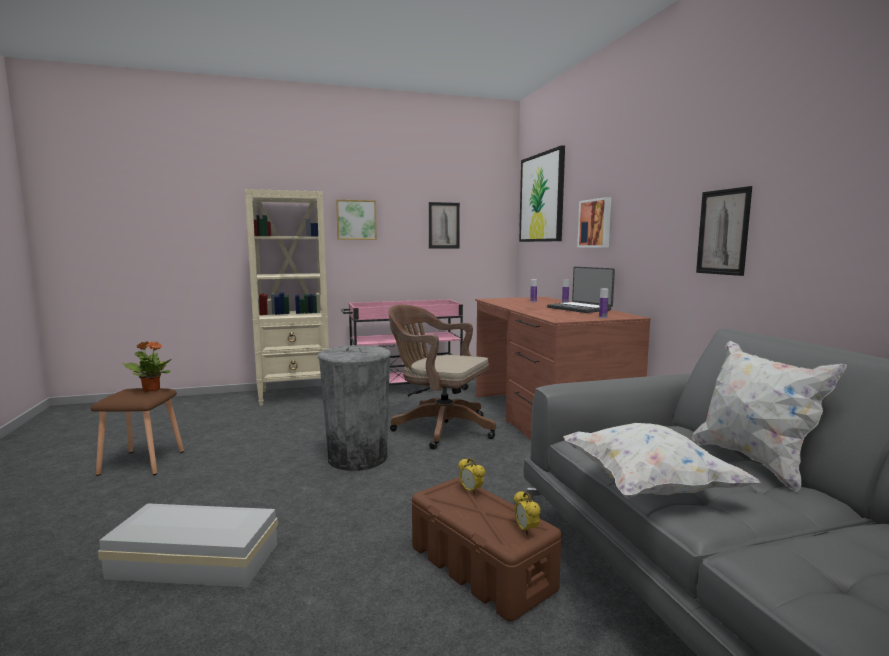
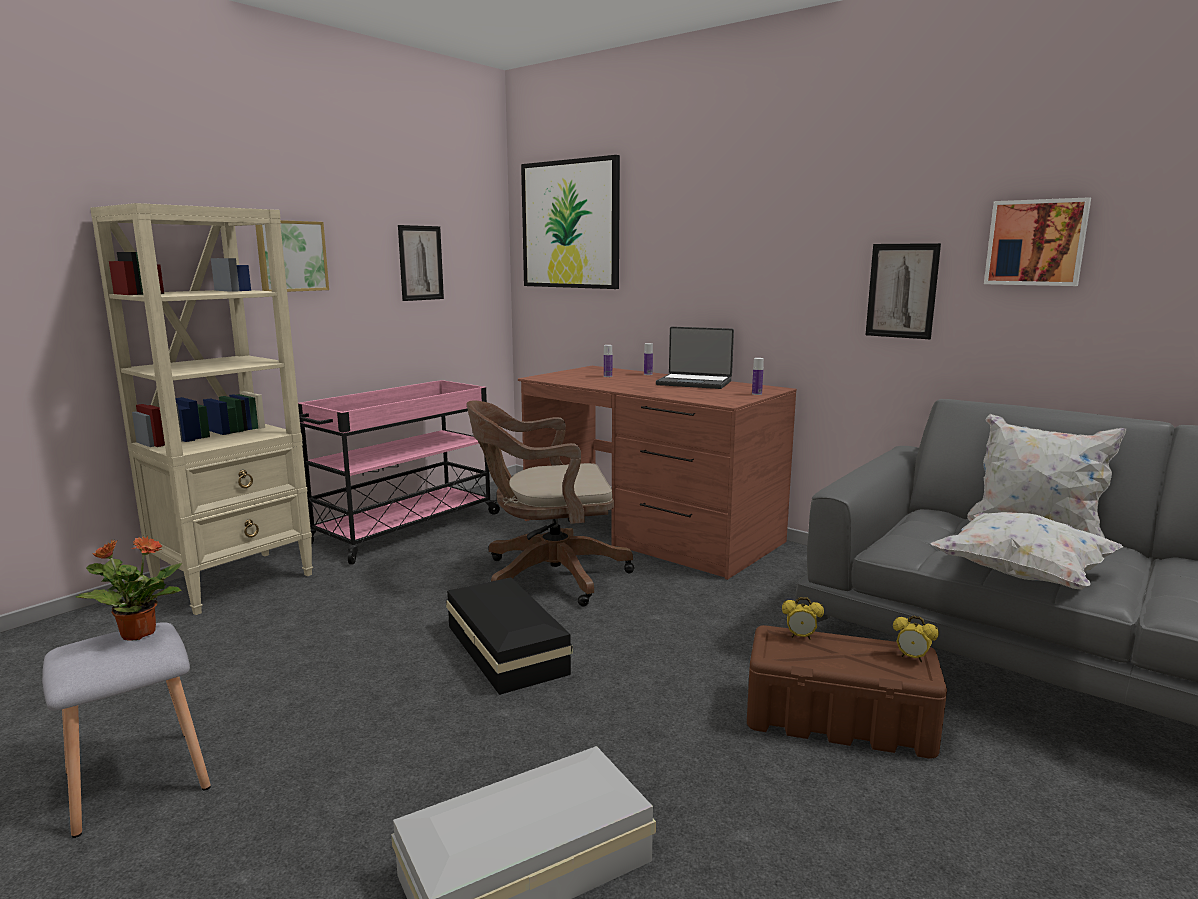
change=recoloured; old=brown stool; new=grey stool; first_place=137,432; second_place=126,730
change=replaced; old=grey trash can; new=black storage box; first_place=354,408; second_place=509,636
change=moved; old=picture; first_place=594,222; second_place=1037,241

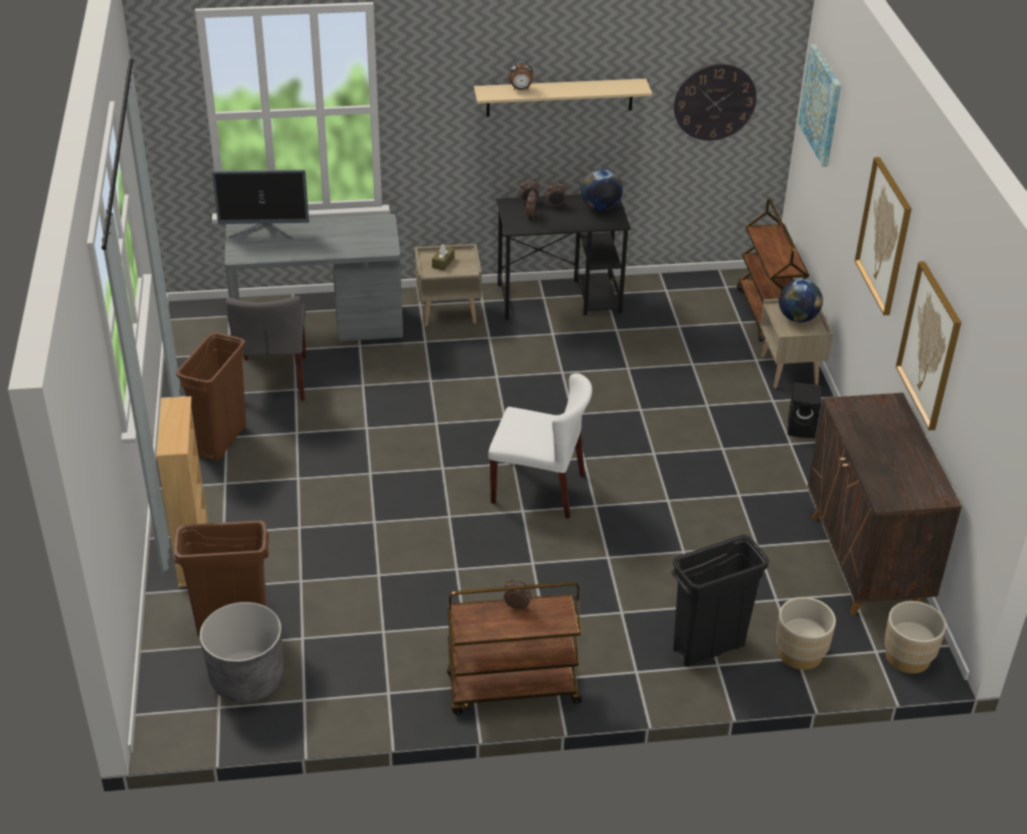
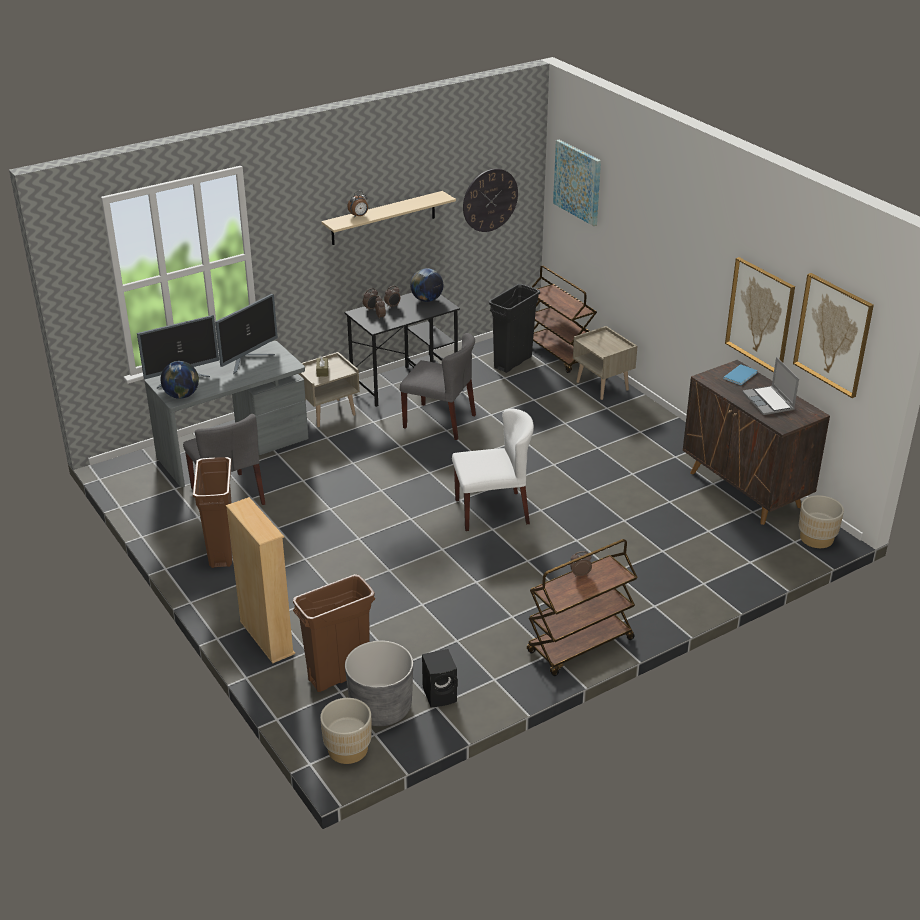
change=moved; old=black trash can; first_place=720,600; second_place=514,328
change=moved; old=beige planter; first_place=806,633; second_place=346,731
change=moved; old=globe; first_place=801,301; second_place=179,380
change=moved; old=black speaker; first_place=804,410; second_place=440,678
change=moved; old=picture; first_place=883,236; second_place=833,335
change=added; new=monitor; second_place=246,334
change=added; new=grey chair; second_place=438,386
change=added; new=blue book; second_place=740,374
change=added; new=laptop; second_place=770,386

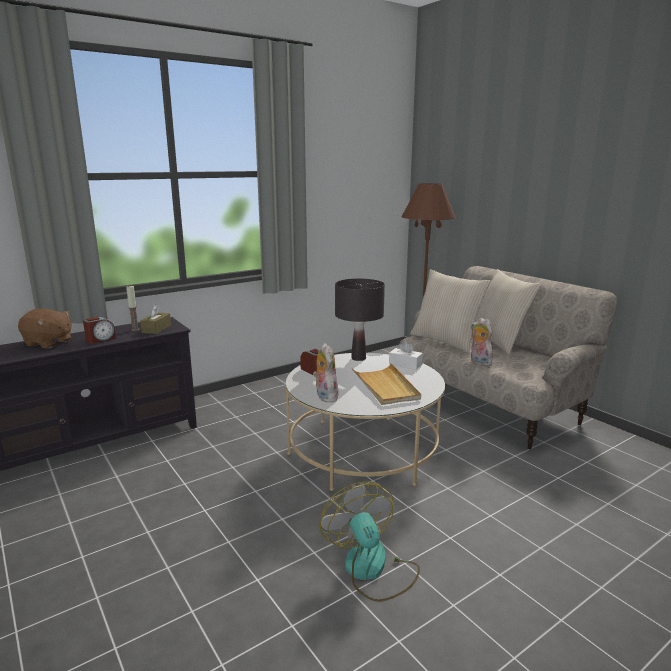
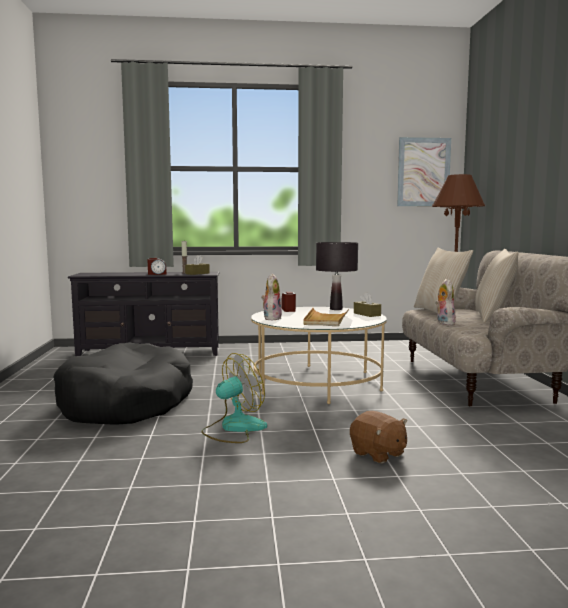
change=moved; old=brown plush toy; first_place=45,328; second_place=378,437
change=turned; old=fan; first_place=370,542; second_place=234,398; degrees=45
change=recoloured; old=white tissue box; new=brown tissue box; first_place=406,355; second_place=367,304
change=added; new=black dog bed; second_place=123,383
change=added; new=picture; second_place=424,171

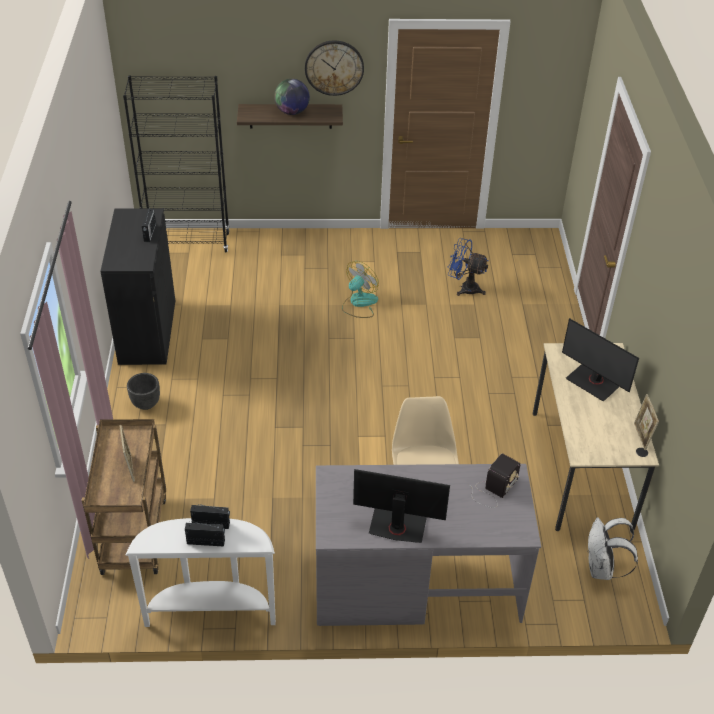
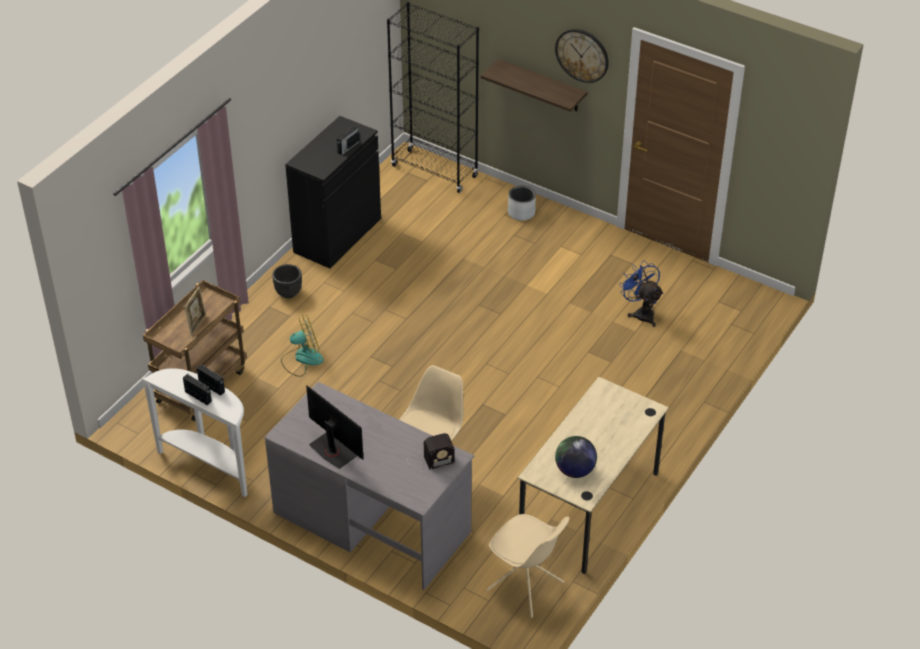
change=moved; old=globe; first_place=292,97; second_place=576,457
change=moved; old=fan; first_place=360,289; second_place=302,346
change=removed; old=monitor; first_place=600,359
change=replaced; old=white backpack; new=beige chair; first_place=612,548; second_place=527,566
change=removed; old=picture frame; first_place=646,422
change=added; new=grey planter; second_place=522,203

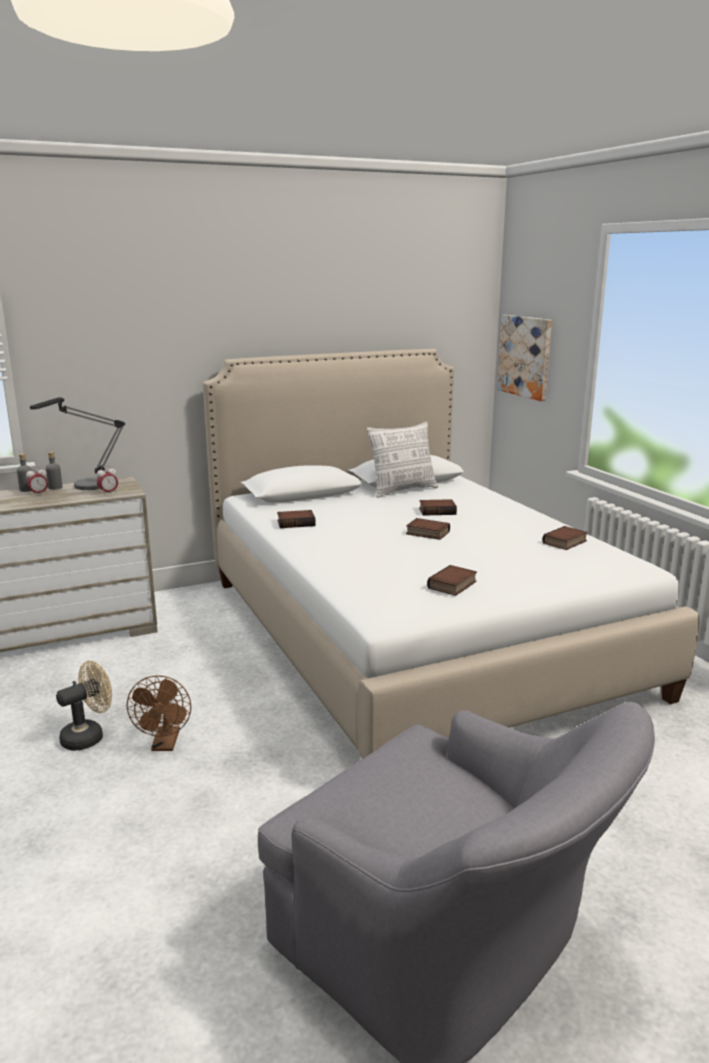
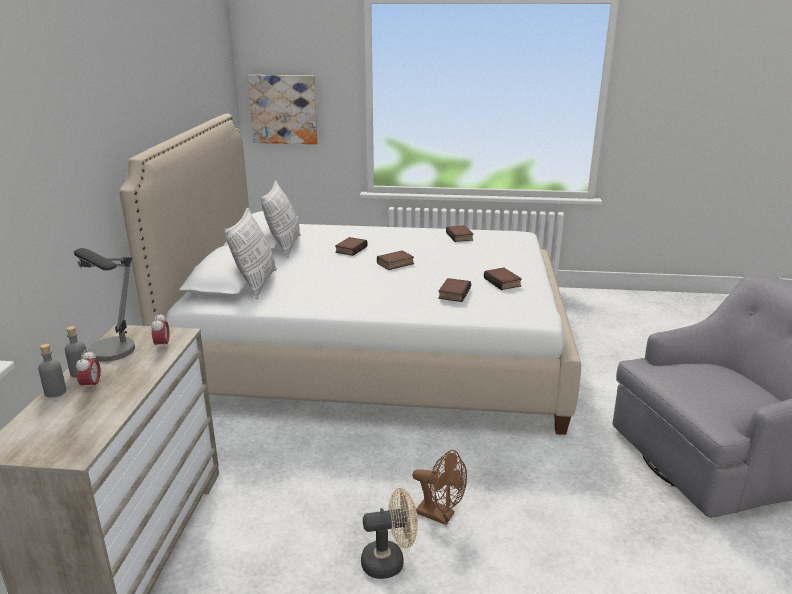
change=turned; old=beige fan; first_place=84,706; second_place=389,533; degrees=90
change=moved; old=book; first_place=296,519; second_place=454,290
change=added; new=pillow; second_place=250,254

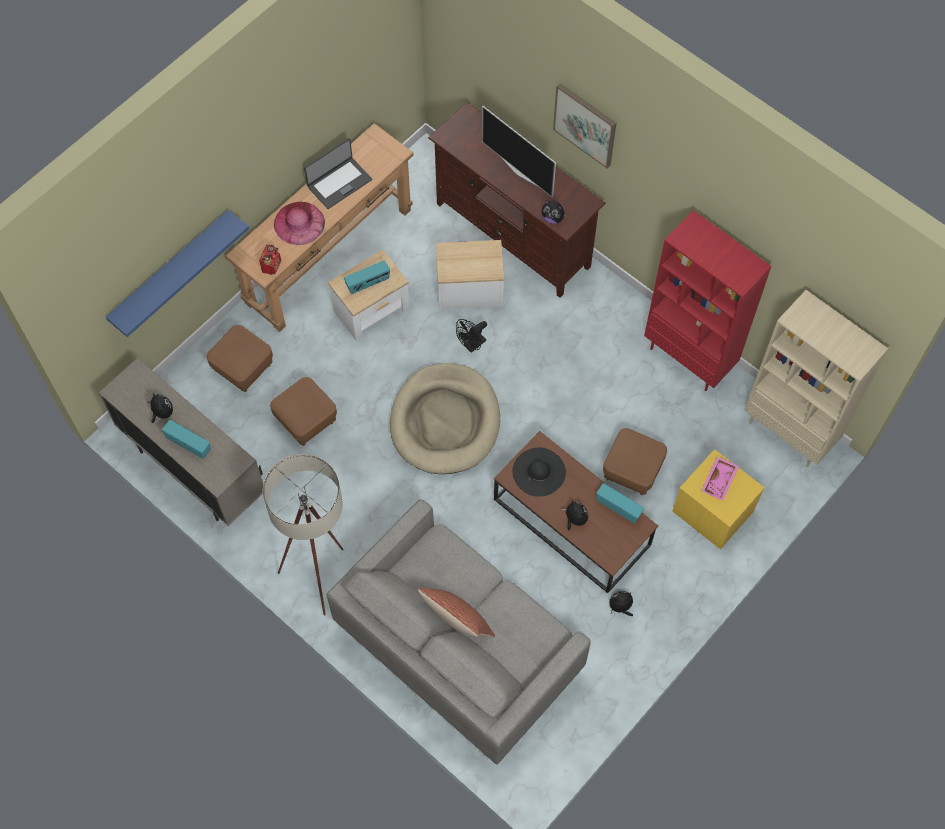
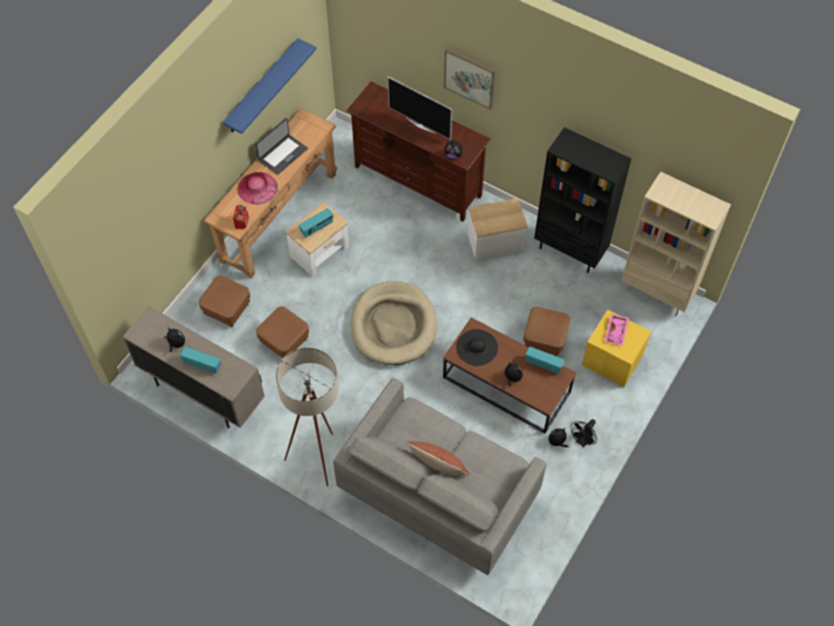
change=moved; old=blue shelf; first_place=177,273; second_place=269,86
change=moved; old=side table; first_place=470,274; second_place=497,229
change=moved; old=black fan; first_place=471,336; second_place=583,433
change=recoloured; old=red bookcase; new=black bookcase; first_place=708,300; second_place=582,200

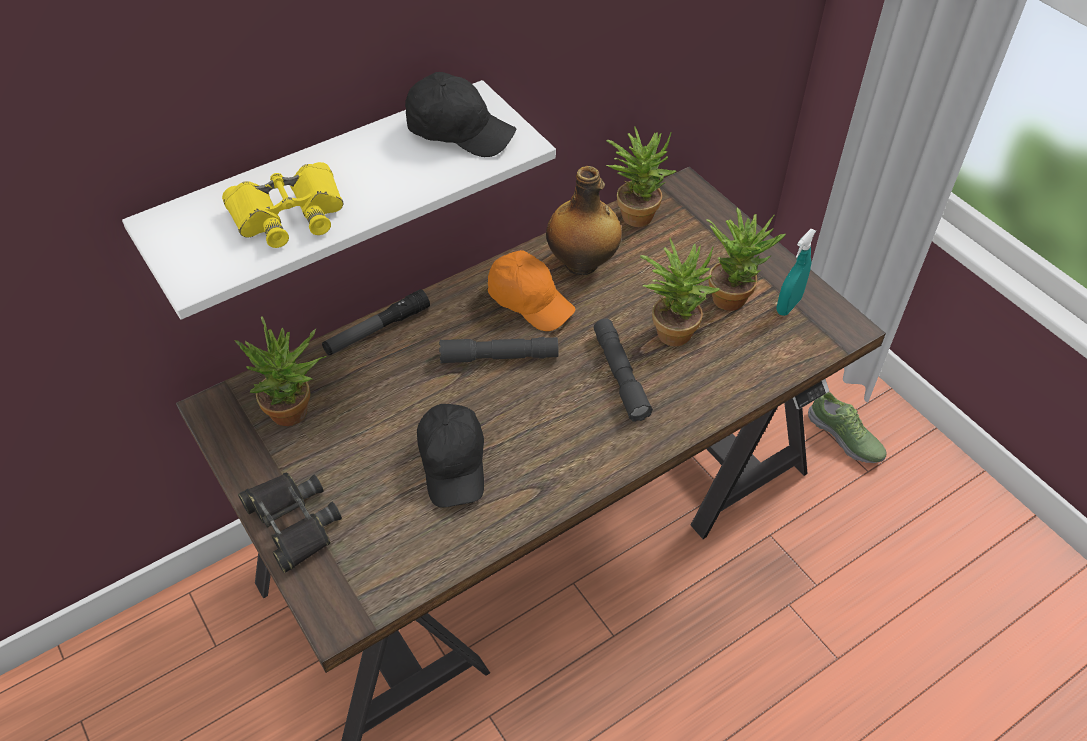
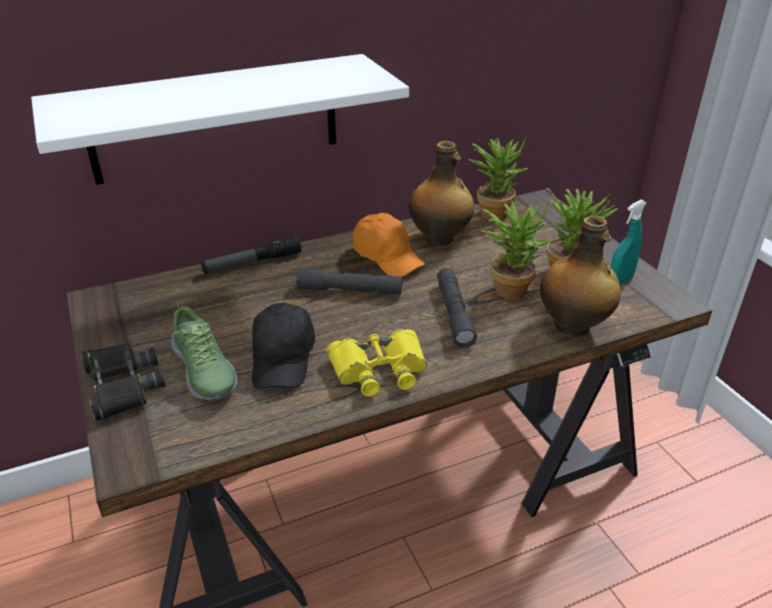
change=moved; old=yellow binoculars; first_place=282,205; second_place=377,362
change=removed; old=potted plant; first_place=281,371
change=removed; old=black cap; first_place=460,114
change=moved; old=shoe; first_place=847,427; second_place=204,350
change=added; new=bottle; second_place=580,275

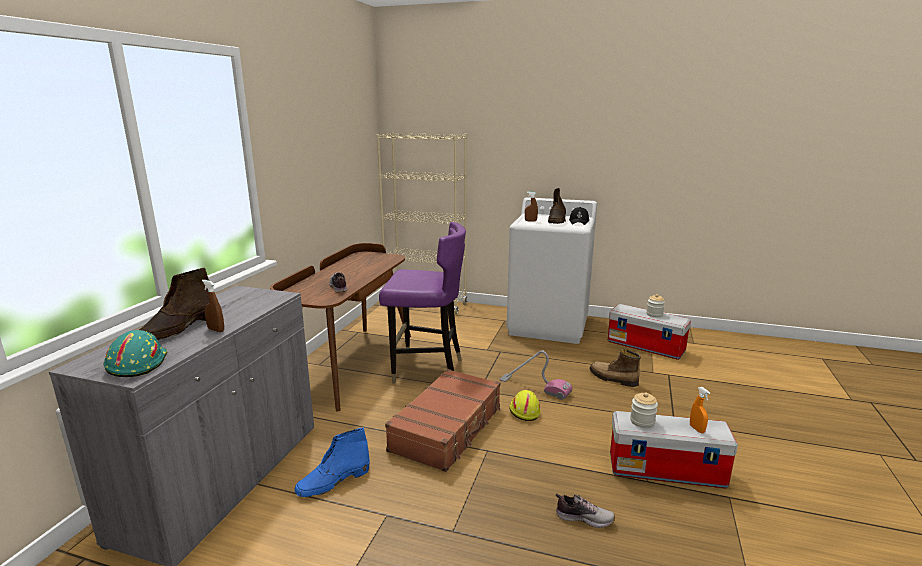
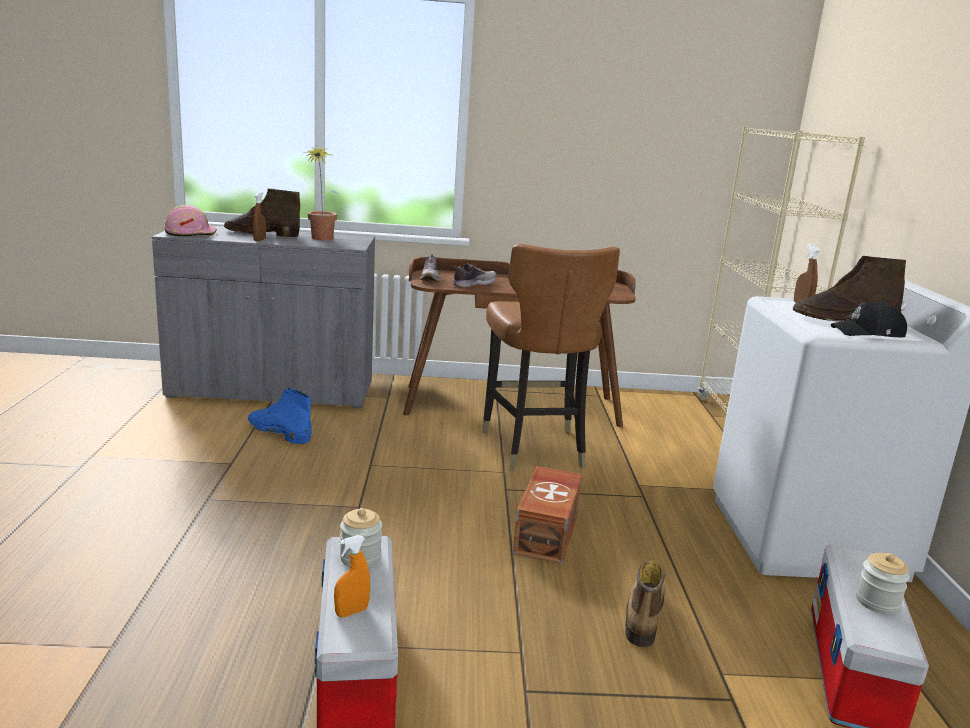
change=recoloured; old=turquoise hard hat; new=pink hard hat; first_place=135,353; second_place=190,220
change=recoloured; old=purple chair; new=brown chair; first_place=422,303; second_place=551,356
change=removed; old=brown suitcase; first_place=442,420
change=replaced; old=vacuum cleaner; new=brown storage box; first_place=535,375; second_place=547,515
change=removed; old=yellow hard hat; first_place=525,405
change=moved; old=shoe; first_place=585,510; second_place=430,268
change=added; new=potted plant; second_place=322,193

